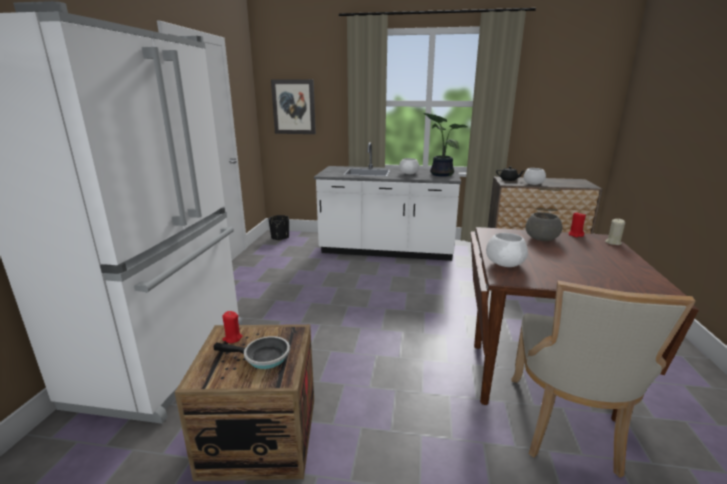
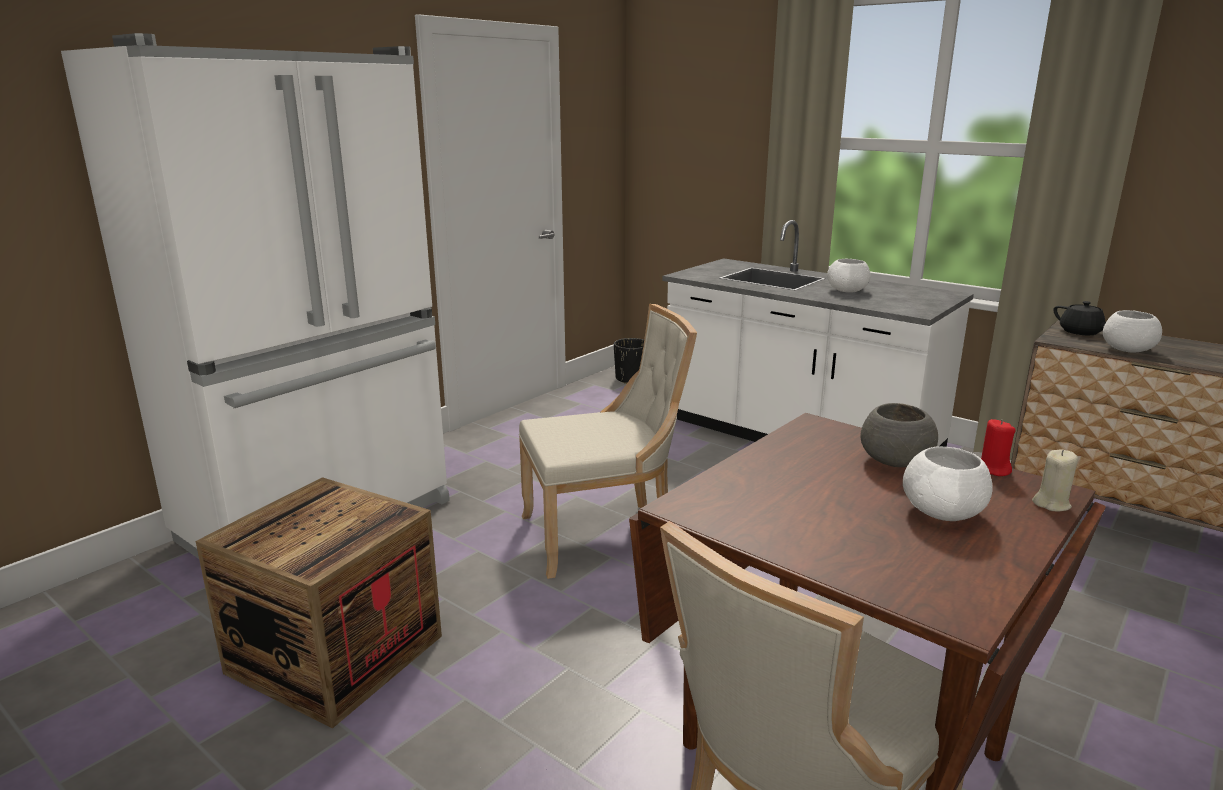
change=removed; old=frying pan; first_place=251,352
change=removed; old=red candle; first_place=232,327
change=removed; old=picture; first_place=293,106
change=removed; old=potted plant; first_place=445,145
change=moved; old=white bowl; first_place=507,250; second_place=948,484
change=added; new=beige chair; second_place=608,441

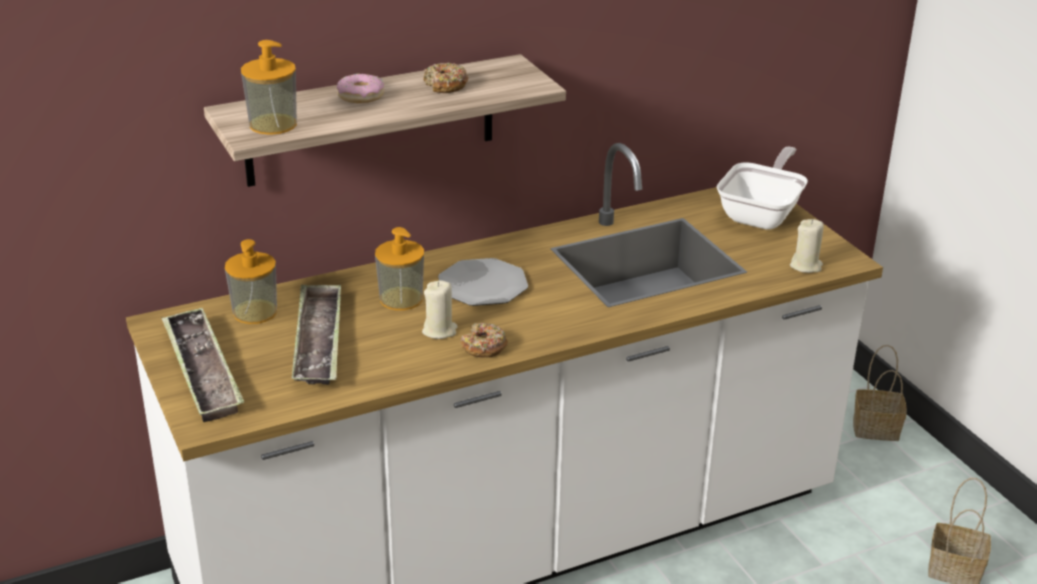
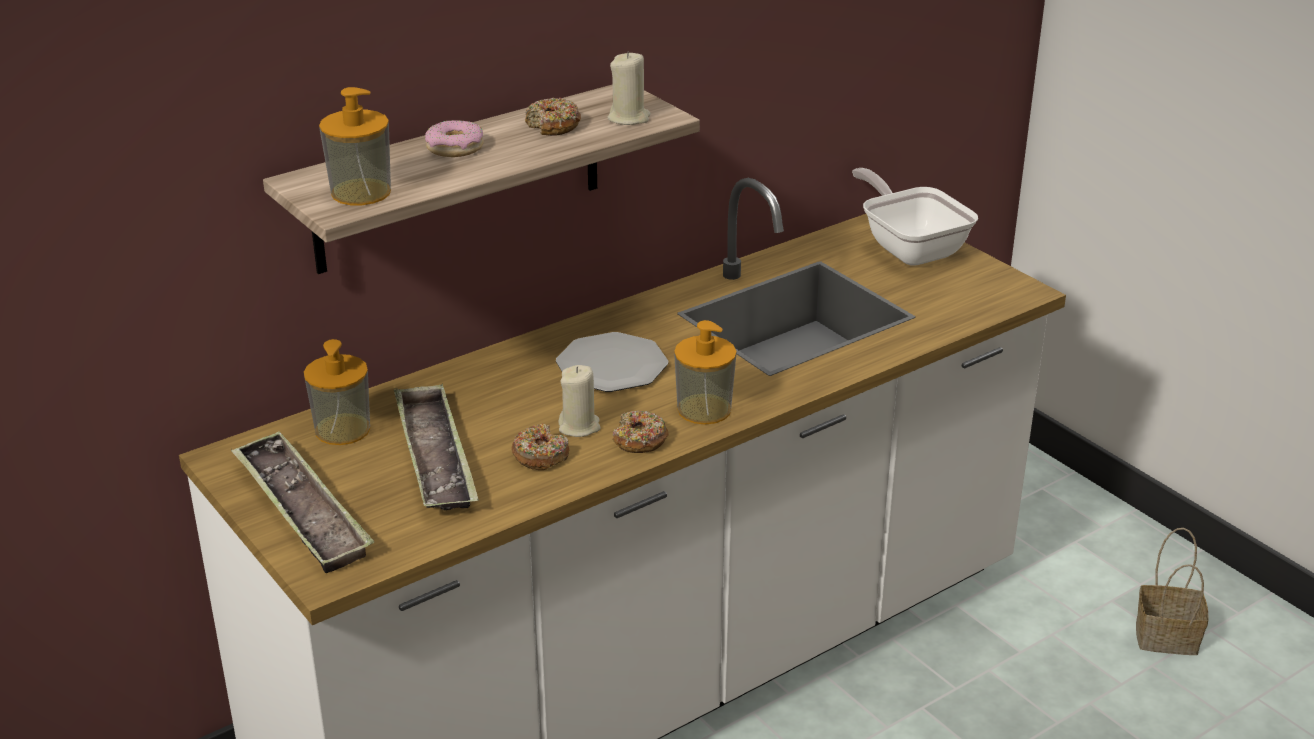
change=moved; old=soap dispenser; first_place=399,268; second_place=705,372
change=turned; old=frying pan; first_place=762,188; second_place=915,217; degrees=-45
change=moved; old=beige candle; first_place=807,246; second_place=629,88
change=removed; old=basket; first_place=880,393
change=added; new=donut; second_place=540,447

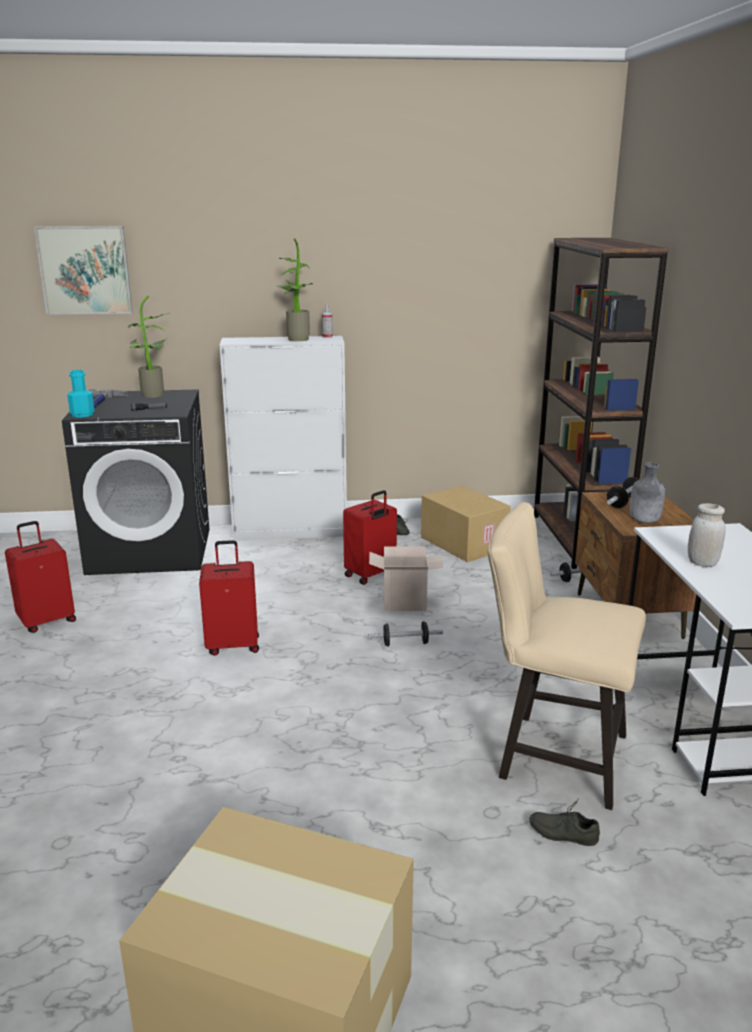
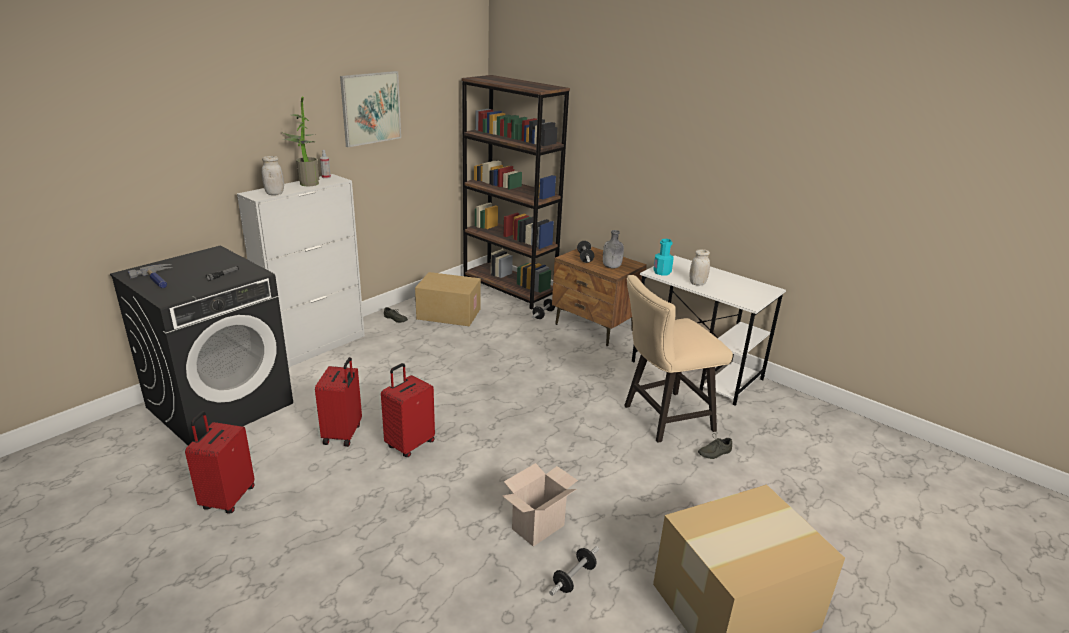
change=moved; old=picture; first_place=83,270; second_place=370,109
change=moved; old=turquoise bottle; first_place=80,393; second_place=663,257
change=removed; old=potted plant; first_place=149,346
change=moved; old=red suitcase; first_place=370,537; second_place=338,402
change=moved; old=dumbbell; first_place=405,634; second_place=574,571
change=moved; old=cardboard box; first_place=406,578; second_place=540,505
change=added; new=white jar; second_place=273,175

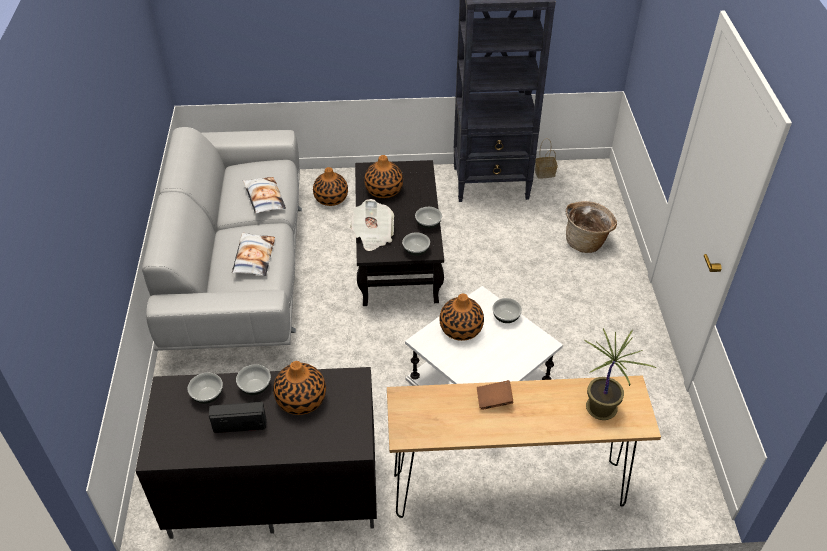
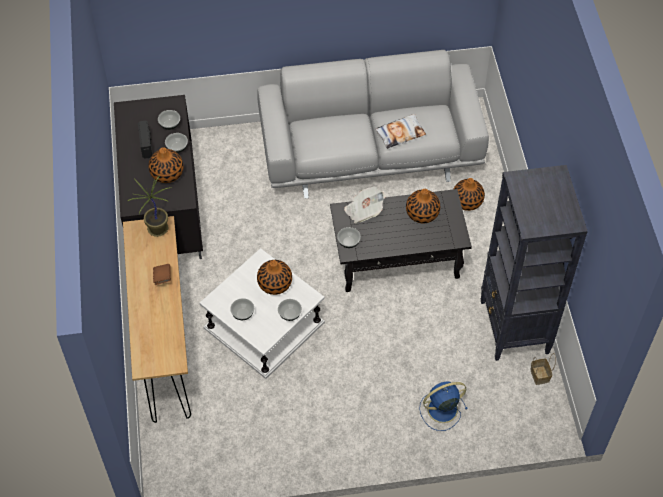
change=removed; old=pillow; first_place=253,254
change=moved; old=bowl; first_place=428,218; second_place=242,309
change=replaced; old=basket; new=blue fan; first_place=591,227; second_place=443,406
change=moved; old=potted plant; first_place=620,374; second_place=150,206

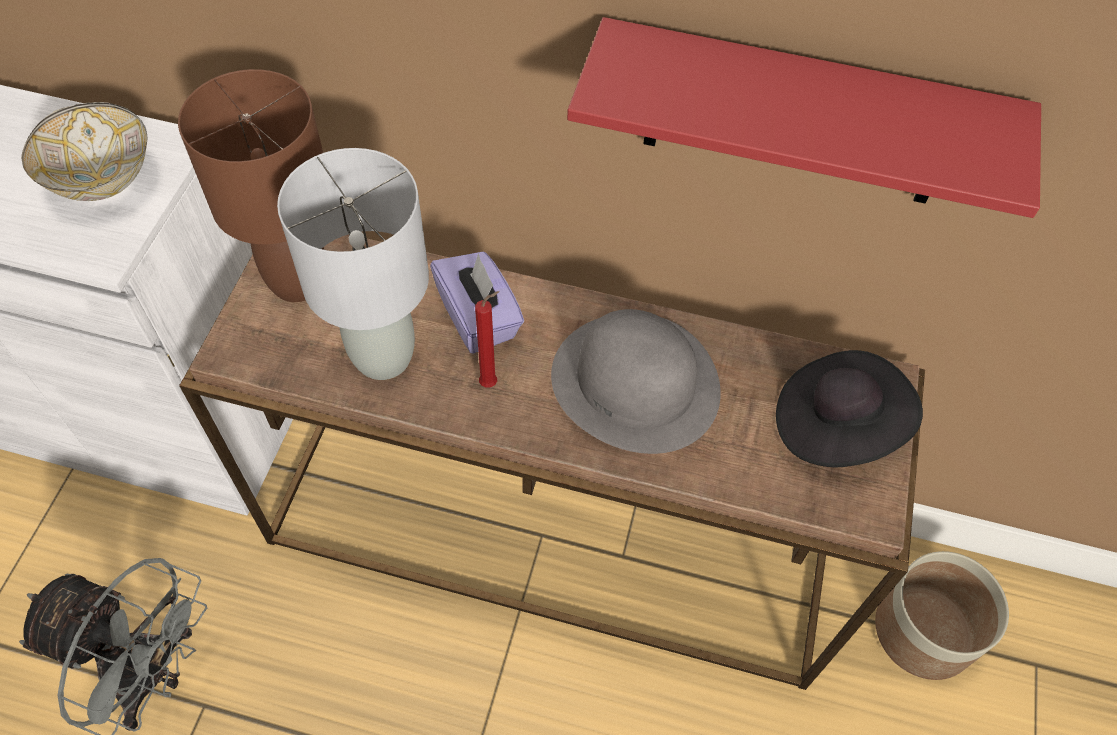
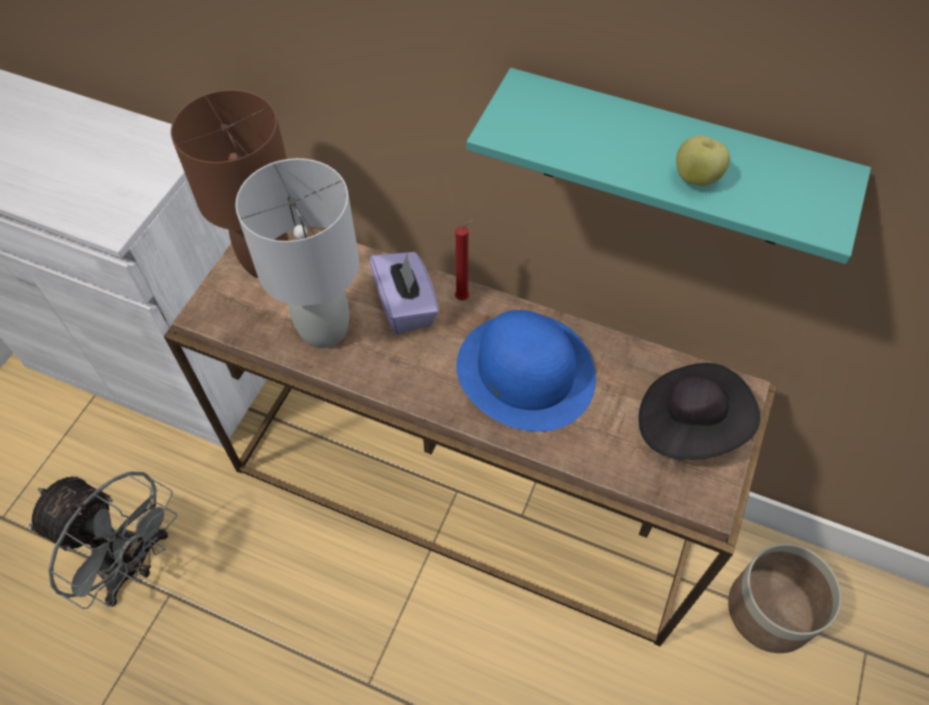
change=removed; old=bowl; first_place=84,151
change=moved; old=red candle; first_place=487,339; second_place=465,259
change=recoloured; old=grey hat; new=blue hat; first_place=636,381; second_place=526,371
change=recoloured; old=red shelf; new=turquoise shelf; first_place=804,117; second_place=669,166
change=added; new=apple; second_place=703,160

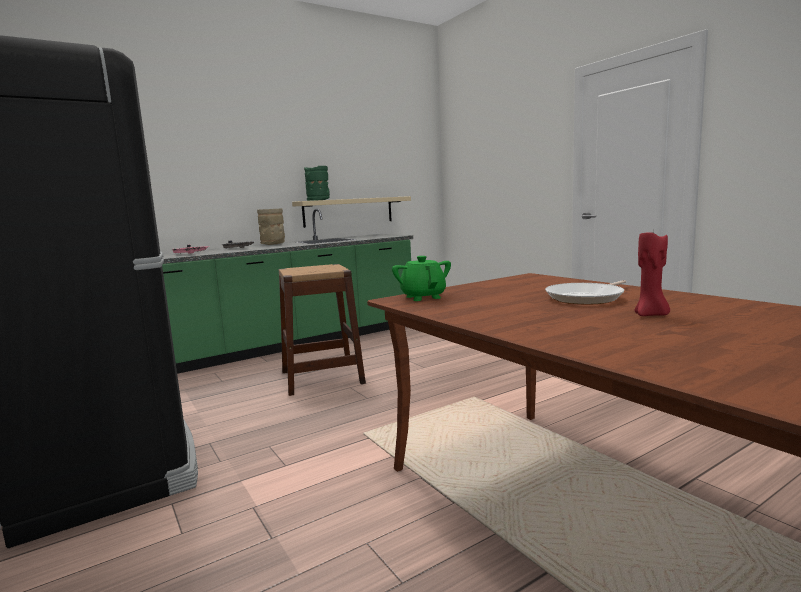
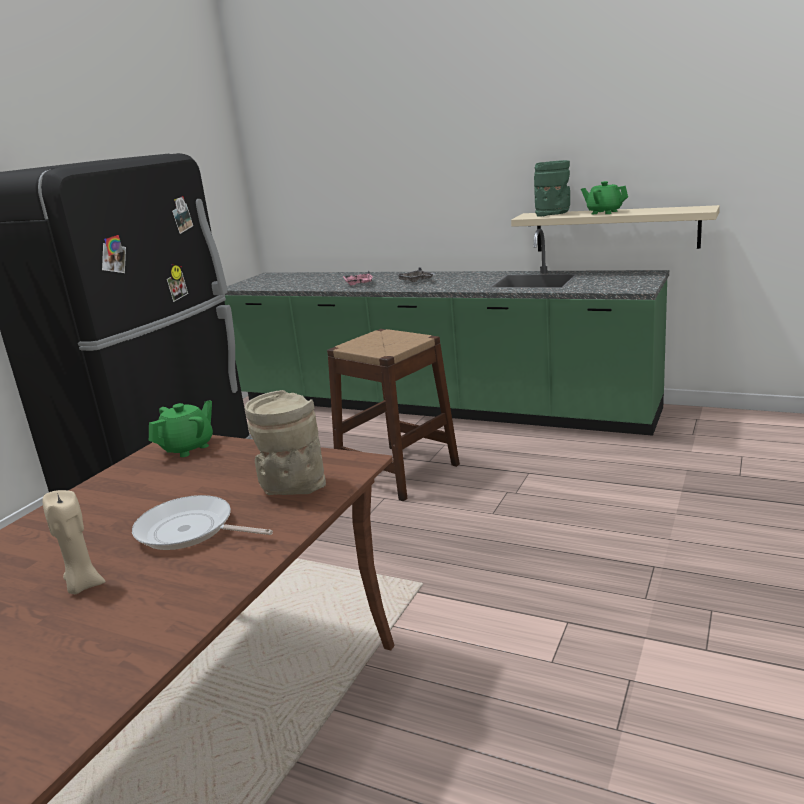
change=moved; old=beige vase; first_place=271,226; second_place=285,442
change=recoloured; old=red candle; new=beige candle; first_place=652,273; second_place=73,542
change=added; new=green teapot; second_place=604,197

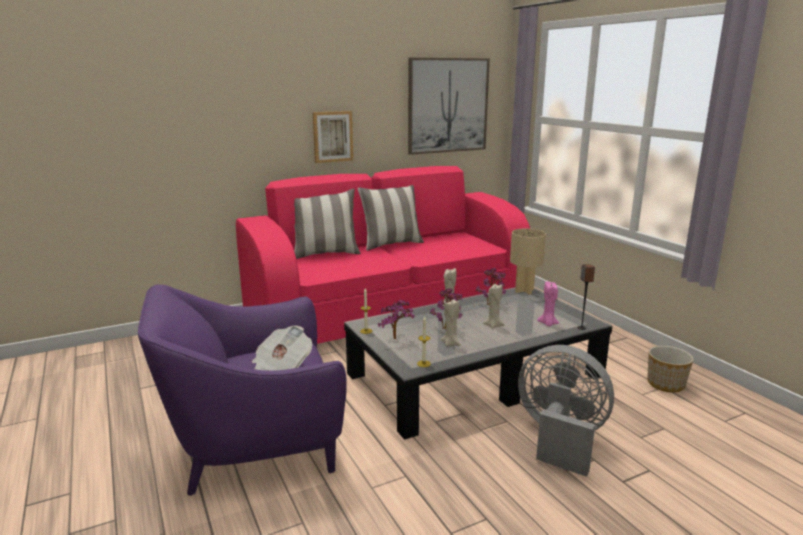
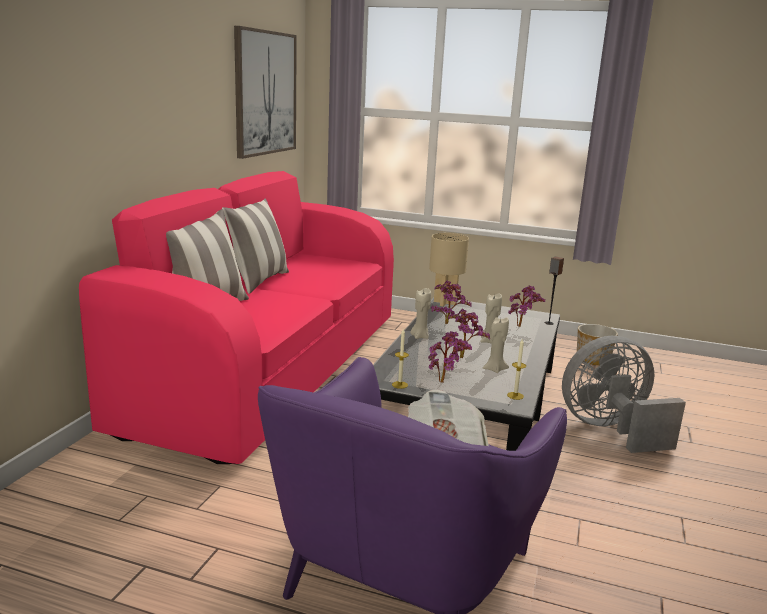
change=removed; old=picture; first_place=333,137
change=replaced; old=pink candle; new=potted plant; first_place=548,304; second_place=526,306

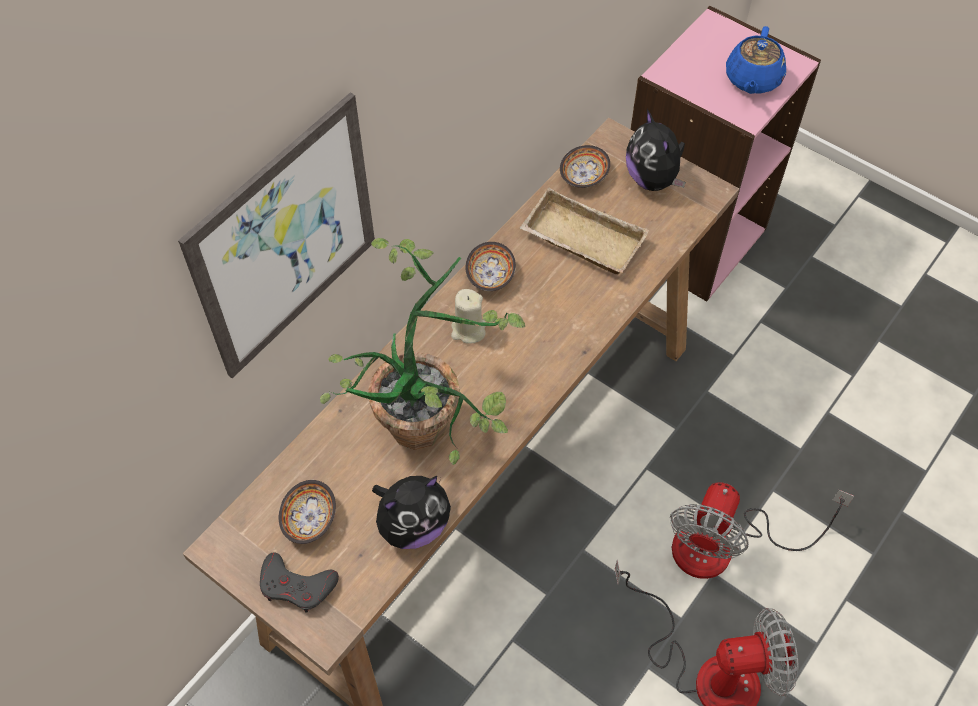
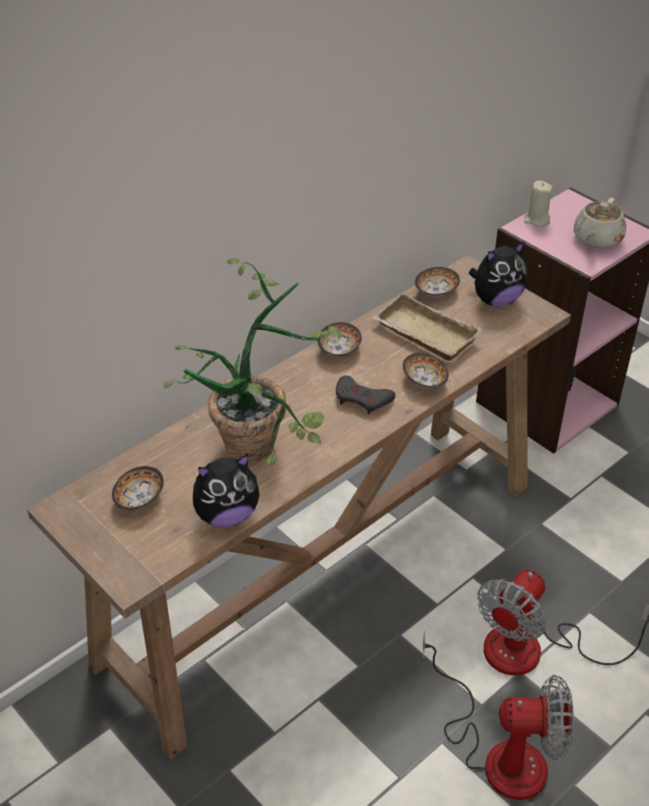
change=removed; old=picture; first_place=276,235
change=moved; old=grey game controller; first_place=299,582; second_place=365,394
change=moved; old=beige candle; first_place=468,316; second_place=538,203
change=turned; old=plush toy; first_place=656,150; second_place=498,273; degrees=-105
change=recoloured; old=blue teapot; new=beige teapot; first_place=756,60; second_place=599,223
change=added; new=bowl; second_place=426,370

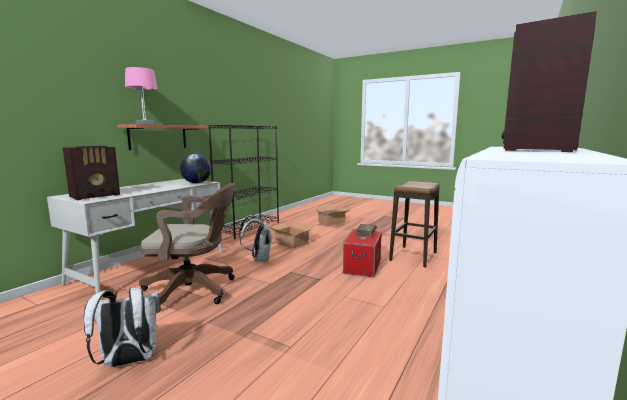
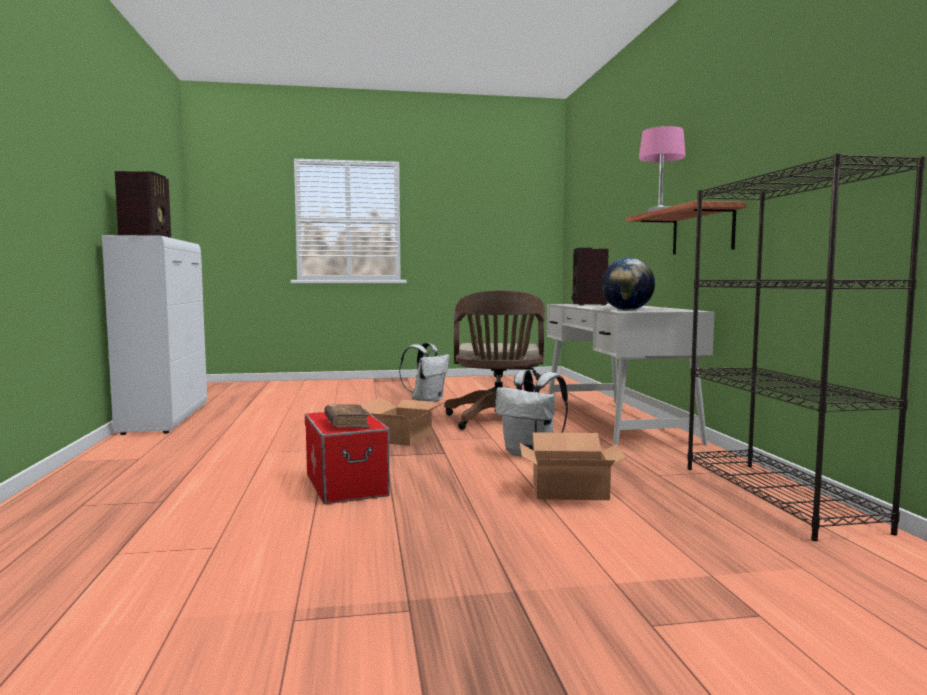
change=turned; old=brown office chair; first_place=187,244; second_place=494,360; degrees=-45
change=moved; old=cardboard box; first_place=332,215; second_place=404,421
change=removed; old=stool; first_place=414,224

